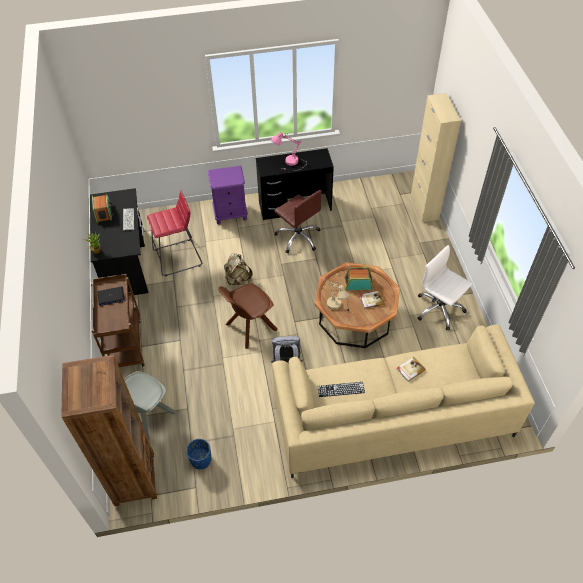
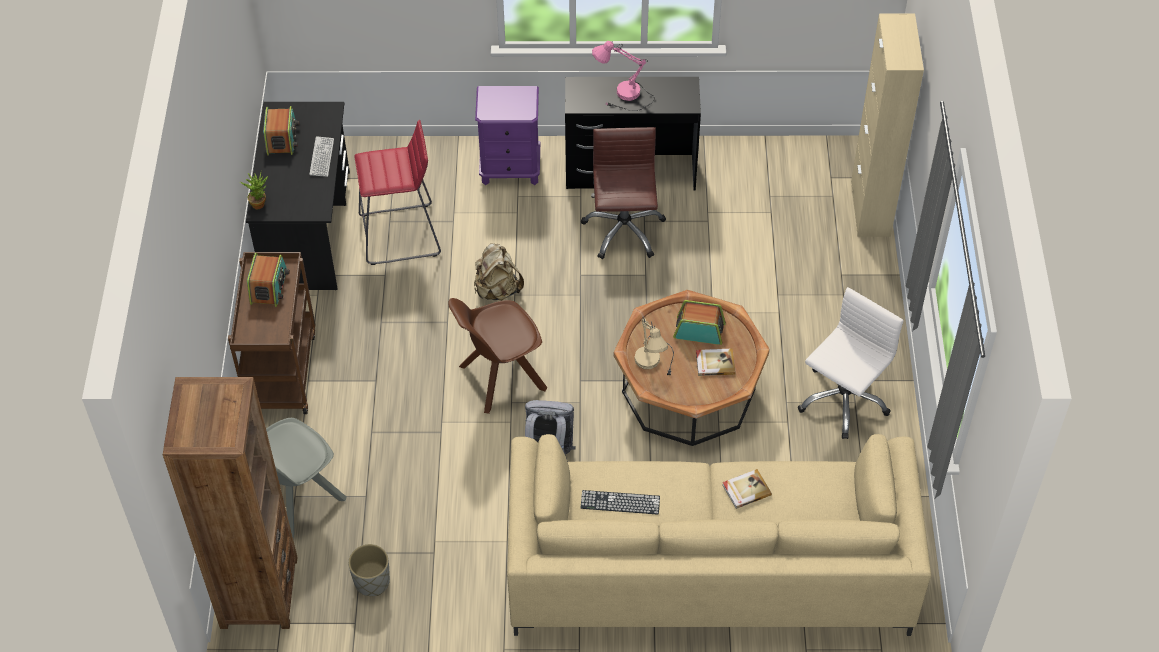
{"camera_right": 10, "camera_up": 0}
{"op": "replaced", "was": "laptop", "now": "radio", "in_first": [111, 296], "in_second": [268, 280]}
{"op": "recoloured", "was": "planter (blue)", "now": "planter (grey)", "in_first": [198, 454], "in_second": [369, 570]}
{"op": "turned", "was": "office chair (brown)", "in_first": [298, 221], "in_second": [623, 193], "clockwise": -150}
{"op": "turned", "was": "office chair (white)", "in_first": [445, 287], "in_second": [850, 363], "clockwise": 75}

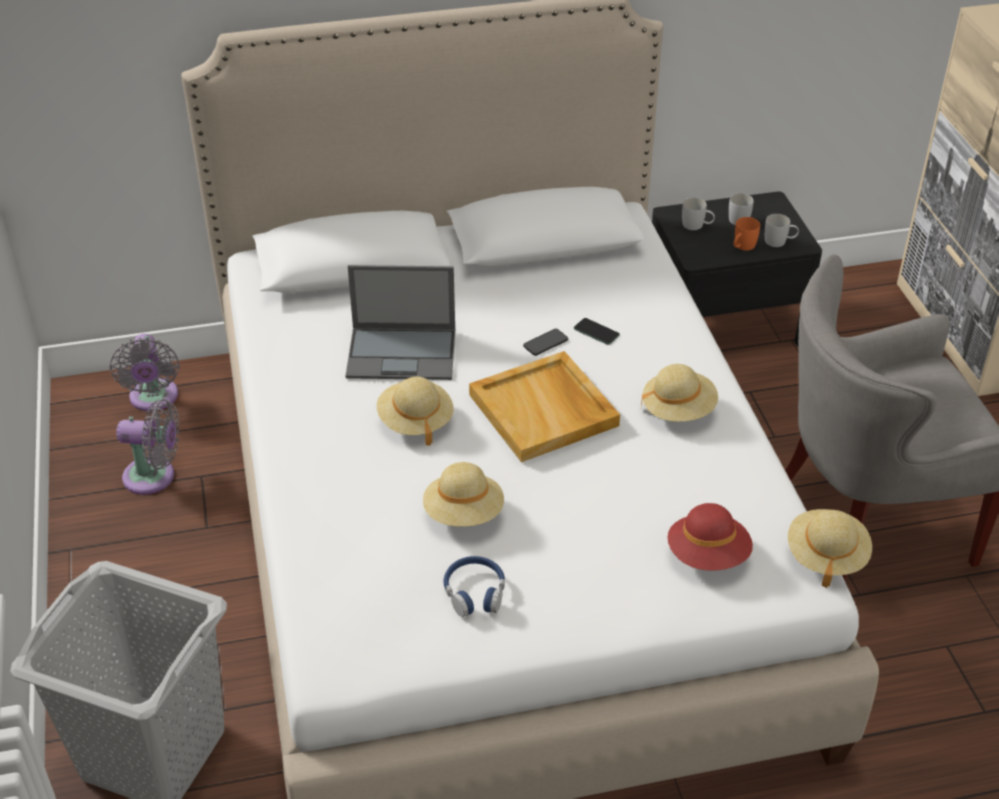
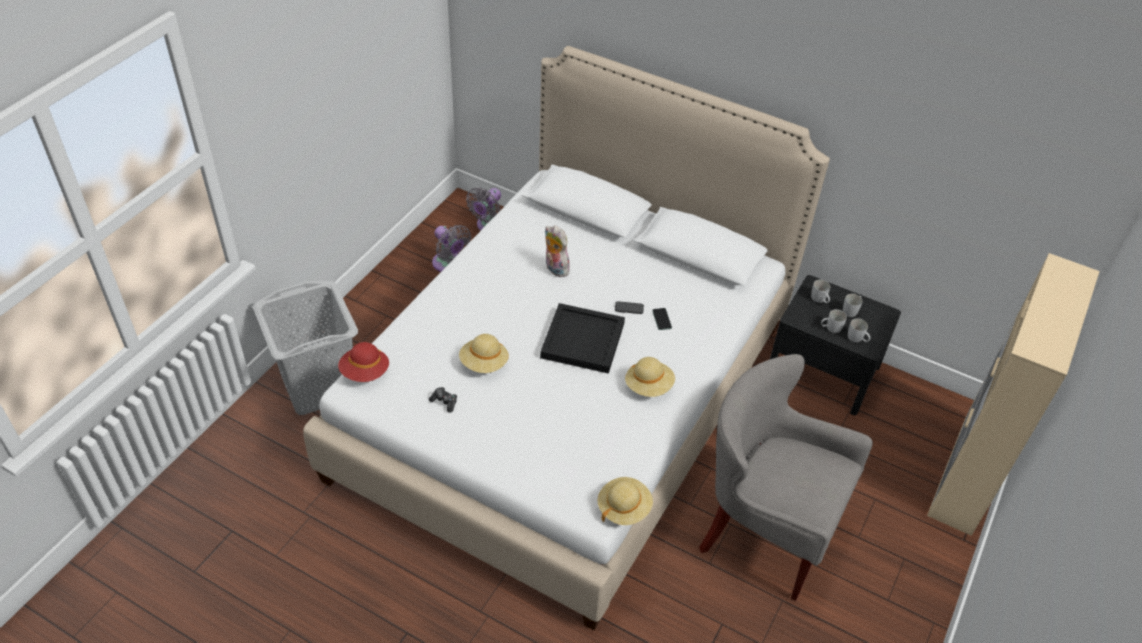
{"camera_right": 40, "camera_up": 5}
{"op": "removed", "was": "hat (beige)", "in_first": [415, 411]}
{"op": "moved", "was": "hat (red)", "in_first": [710, 536], "in_second": [363, 362]}
{"op": "replaced", "was": "laptop", "now": "plush toy", "in_first": [400, 322], "in_second": [557, 251]}
{"op": "replaced", "was": "headphones (blue)", "now": "game controller", "in_first": [474, 586], "in_second": [443, 400]}
{"op": "recoloured", "was": "tray (beige)", "now": "tray (black)", "in_first": [544, 406], "in_second": [582, 338]}
{"op": "recoloured", "was": "mug (orange)", "now": "mug (white)", "in_first": [747, 233], "in_second": [834, 321]}

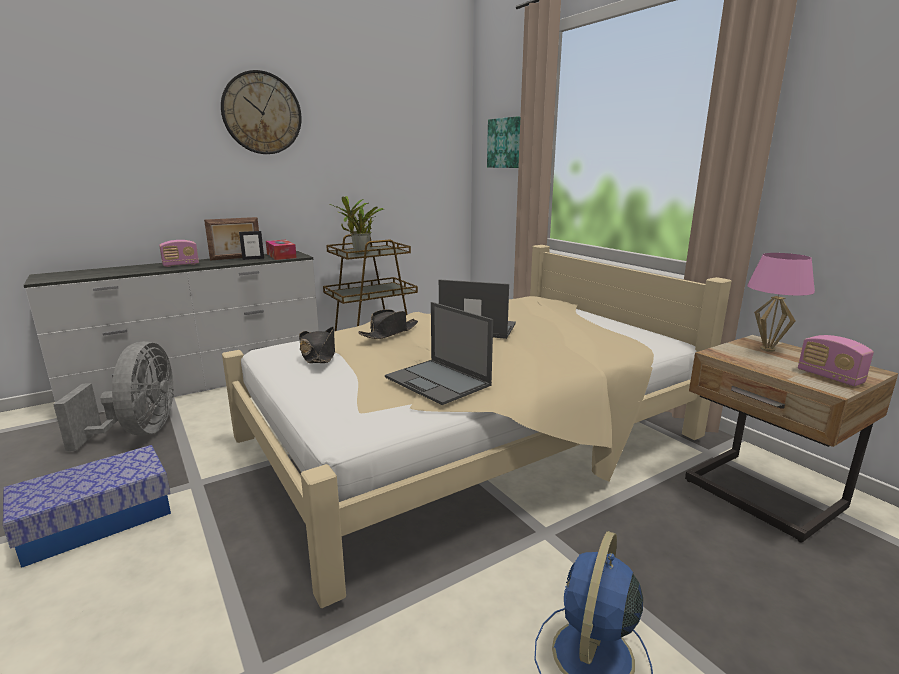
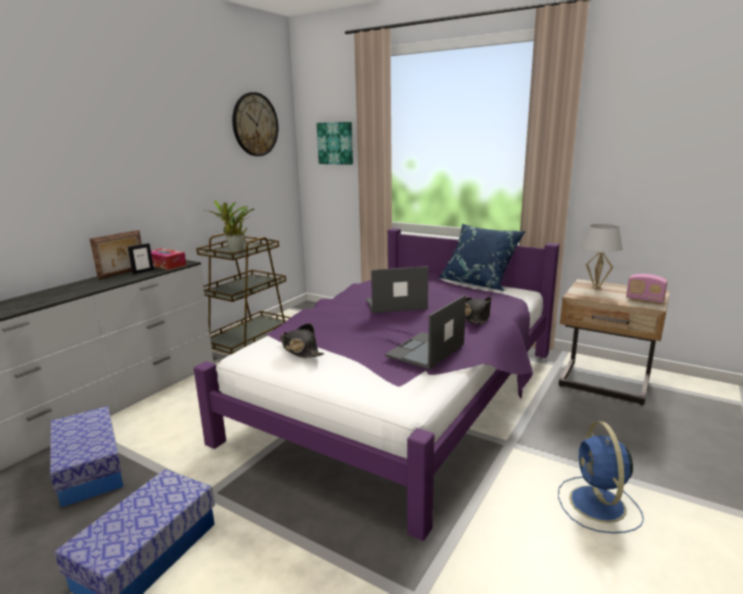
{"camera_right": -25, "camera_up": 0}
{"op": "removed", "was": "radio", "in_first": [179, 253]}
{"op": "added", "now": "pillow (blue)", "in_second": [481, 257]}
{"op": "moved", "was": "wall clock", "in_first": [261, 112], "in_second": [255, 124]}
{"op": "moved", "was": "hat (black)", "in_first": [388, 324], "in_second": [478, 310]}
{"op": "replaced", "was": "fan (grey)", "now": "storage box", "in_first": [113, 396], "in_second": [86, 456]}
{"op": "recoloured", "was": "bed (beige)", "now": "bed (purple)", "in_first": [476, 426], "in_second": [376, 384]}
{"op": "recoloured", "was": "table lamp (pink)", "now": "table lamp (white)", "in_first": [781, 302], "in_second": [602, 256]}
{"op": "turned", "was": "laptop", "in_first": [439, 353], "in_second": [425, 332], "clockwise": 105}

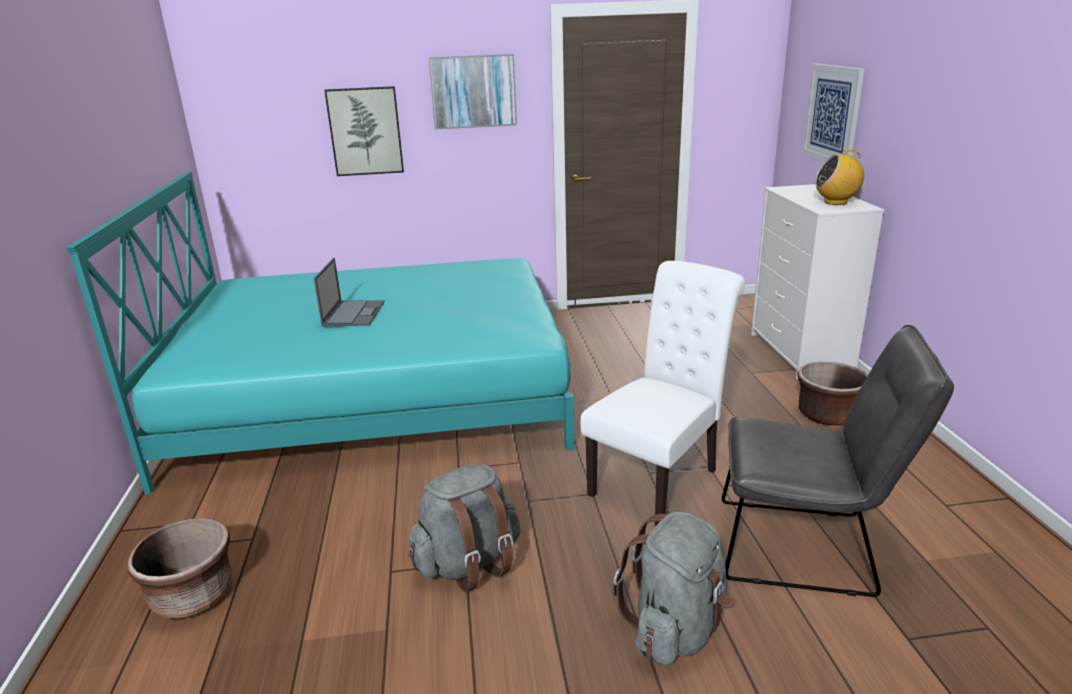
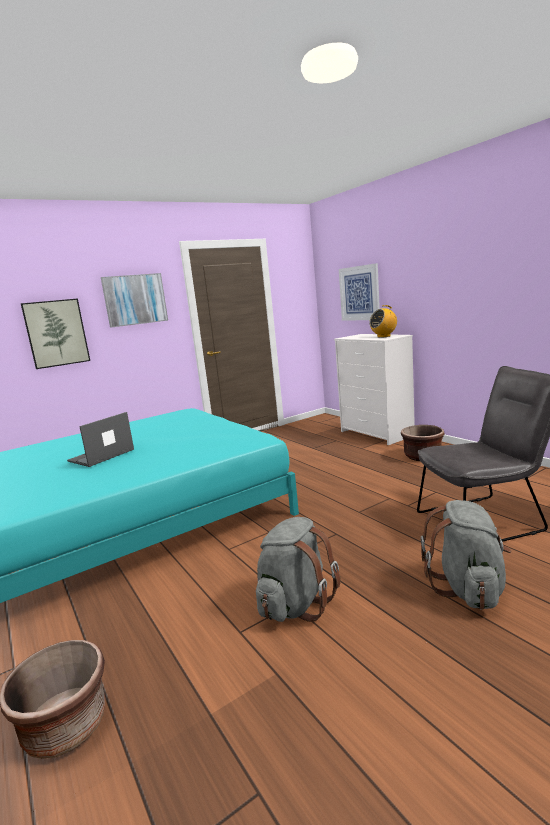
{"camera_right": -25, "camera_up": -10}
{"op": "removed", "was": "chair (white)", "in_first": [662, 393]}
{"op": "turned", "was": "laptop", "in_first": [349, 292], "in_second": [100, 439], "clockwise": -120}

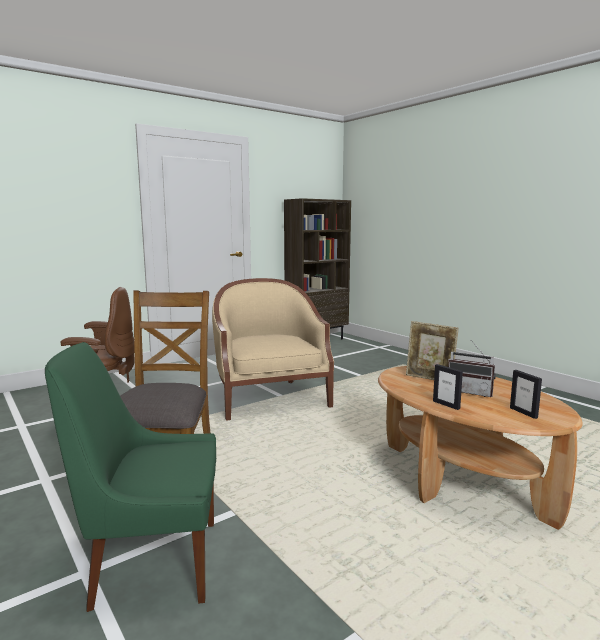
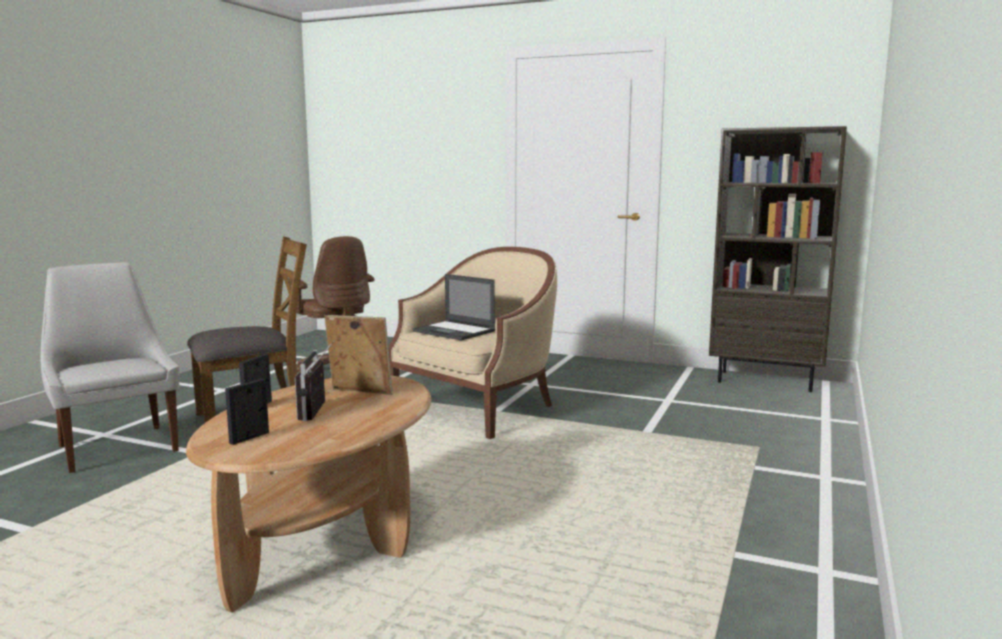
{"camera_right": 60, "camera_up": 0}
{"op": "added", "now": "laptop", "in_second": [454, 307]}
{"op": "recoloured", "was": "chair (green)", "now": "chair (white)", "in_first": [130, 477], "in_second": [110, 368]}
{"op": "turned", "was": "picture frame", "in_first": [432, 350], "in_second": [358, 355], "clockwise": 105}

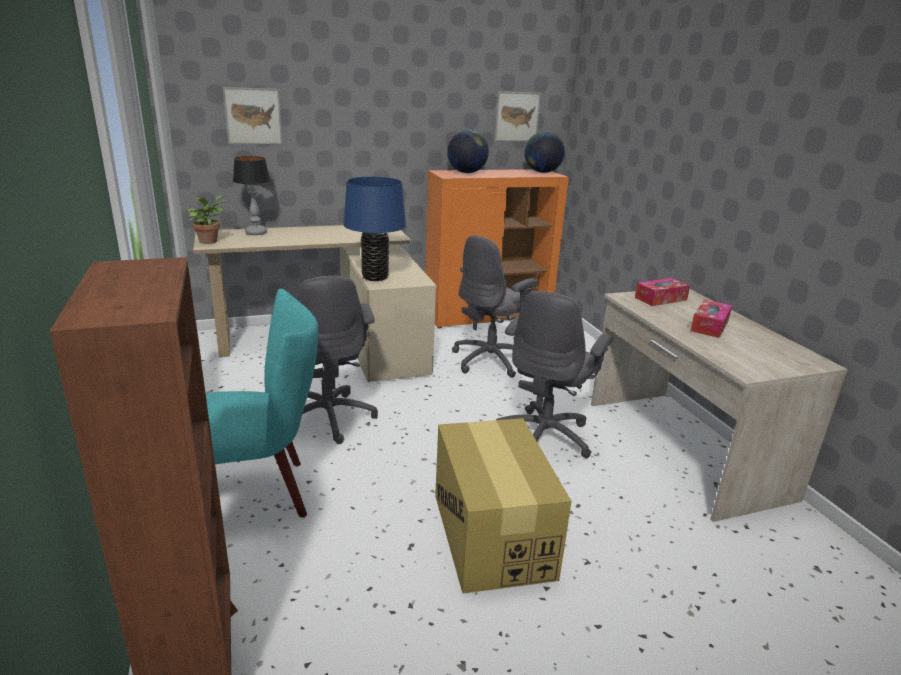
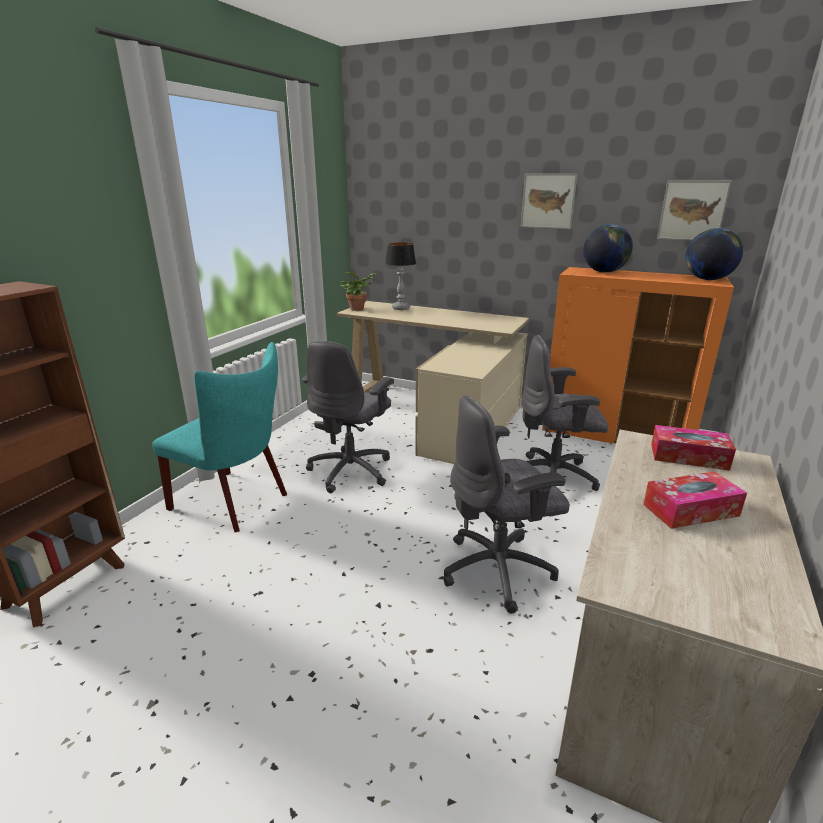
{"camera_right": 45, "camera_up": 0}
{"op": "removed", "was": "table lamp (blue)", "in_first": [374, 229]}
{"op": "removed", "was": "cardboard box", "in_first": [503, 505]}
{"op": "moved", "was": "picture", "in_first": [252, 115], "in_second": [549, 201]}

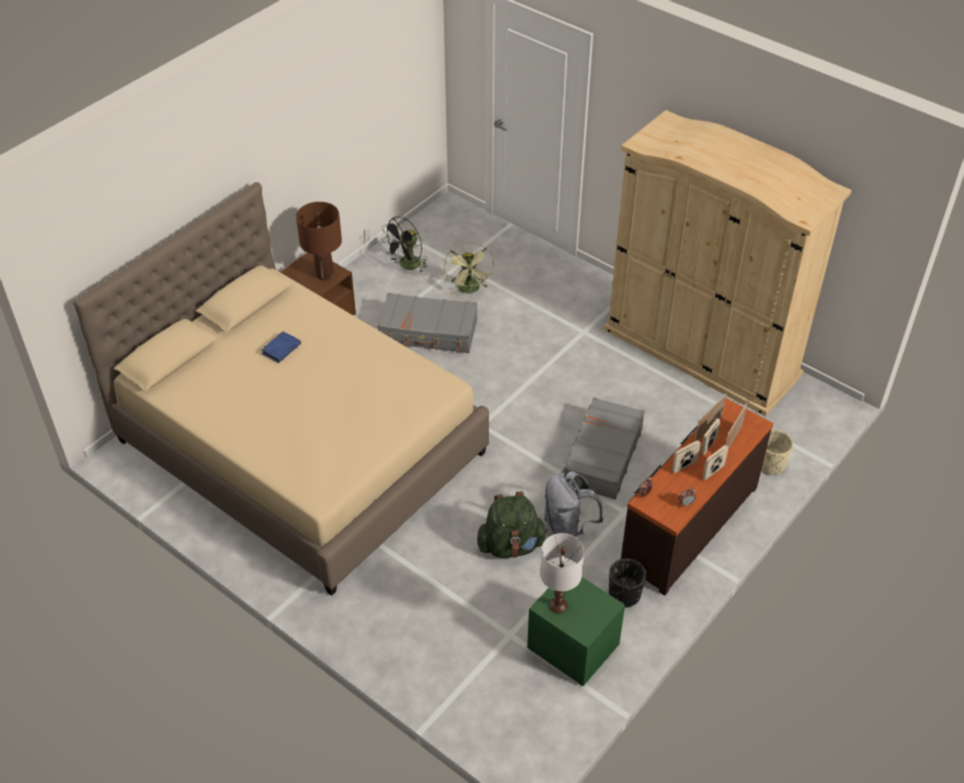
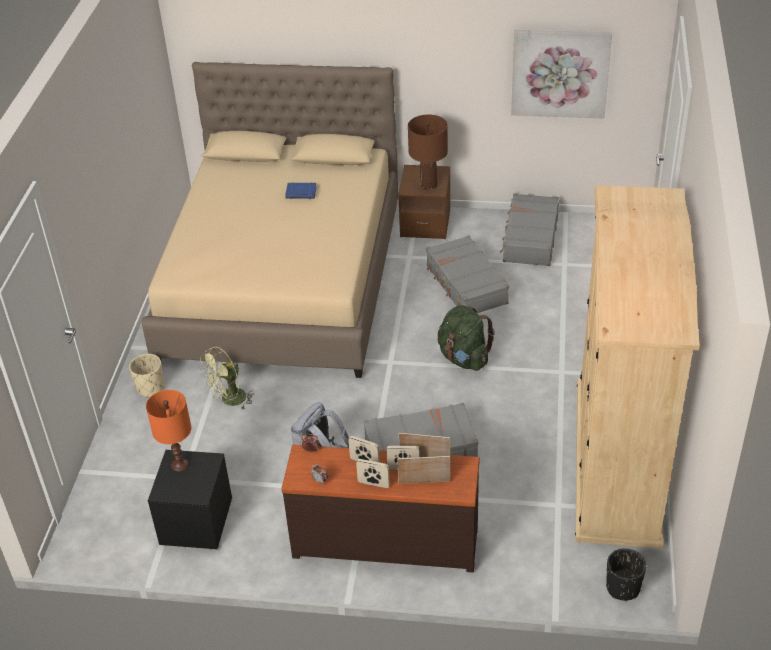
{"camera_right": 60, "camera_up": -5}
{"op": "added", "now": "picture", "in_second": [561, 74]}
{"op": "moved", "was": "fan (green)", "in_first": [469, 268], "in_second": [227, 377]}
{"op": "moved", "was": "backpack (green)", "in_first": [512, 524], "in_second": [466, 338]}
{"op": "moved", "was": "planter (black)", "in_first": [627, 583], "in_second": [626, 574]}
{"op": "moved", "was": "planter (beige)", "in_first": [777, 452], "in_second": [146, 376]}
{"op": "replaced", "was": "fan (black)", "now": "suitcase (grey)", "in_first": [404, 245], "in_second": [529, 229]}
{"op": "recoloured", "was": "nightstand (green)", "now": "nightstand (black)", "in_first": [576, 631], "in_second": [190, 499]}
{"op": "recoloured", "was": "table lamp (white)", "now": "table lamp (orange)", "in_first": [562, 573], "in_second": [168, 431]}

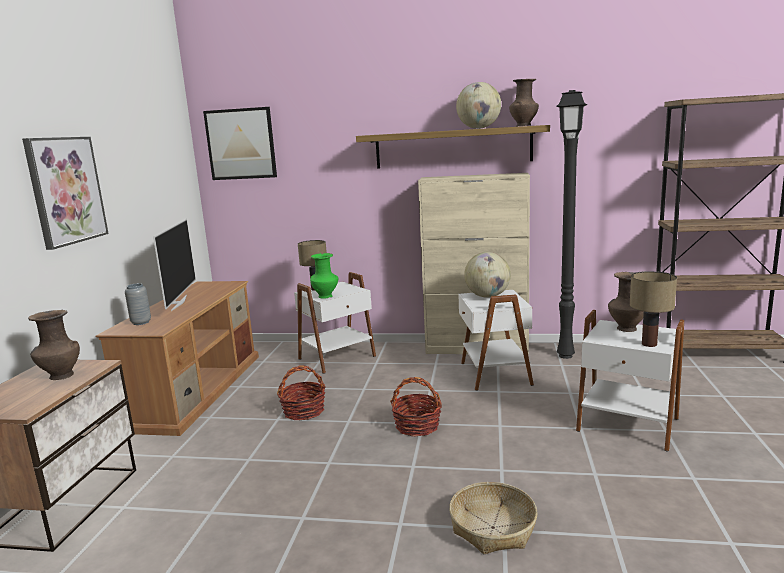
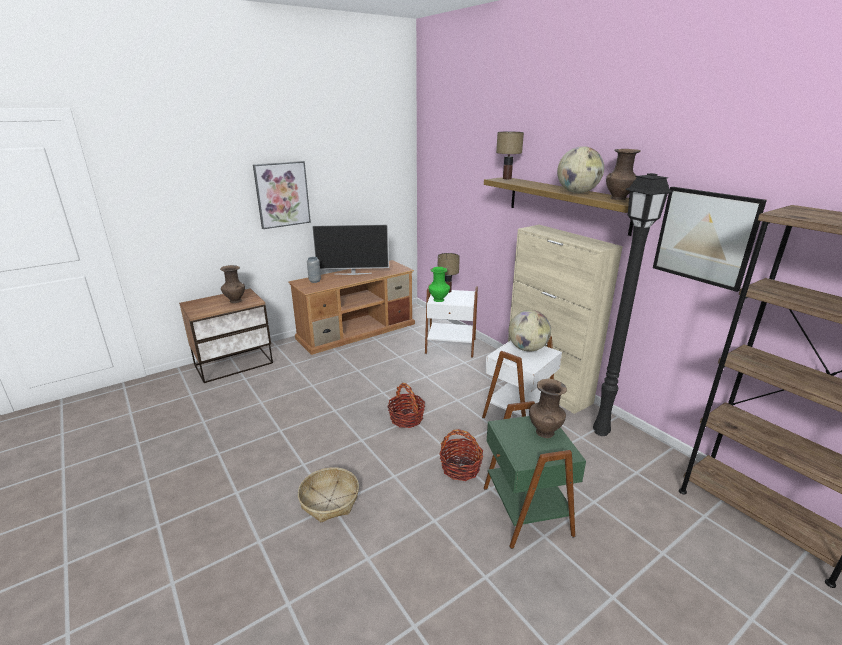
{"camera_right": 45, "camera_up": 10}
{"op": "moved", "was": "picture", "in_first": [240, 143], "in_second": [710, 239]}
{"op": "moved", "was": "basket", "in_first": [301, 392], "in_second": [461, 455]}
{"op": "moved", "was": "table lamp", "in_first": [653, 309], "in_second": [510, 155]}
{"op": "recoloured", "was": "side table (white)", "now": "side table (green)", "in_first": [630, 381], "in_second": [535, 475]}
{"op": "turned", "was": "television", "in_first": [174, 265], "in_second": [350, 249], "clockwise": 45}

